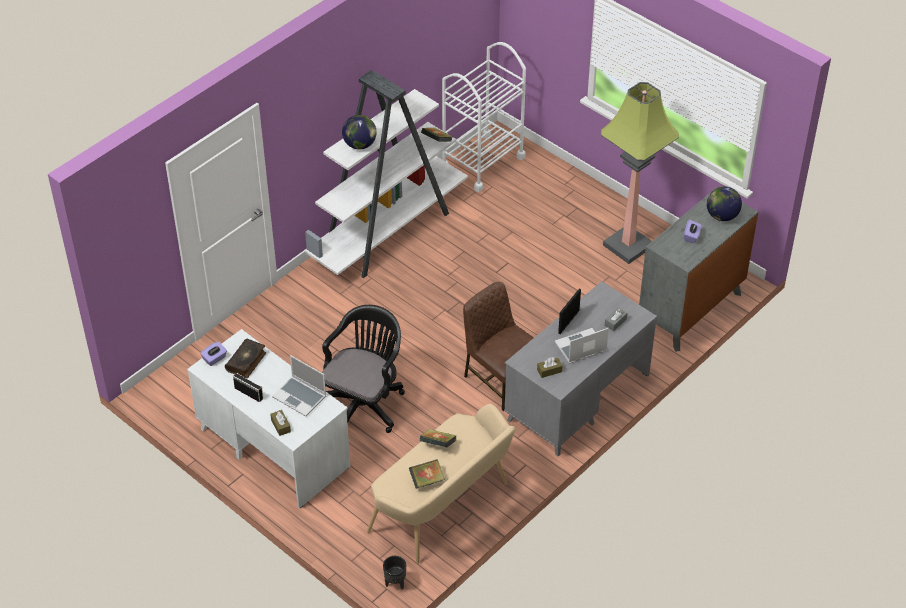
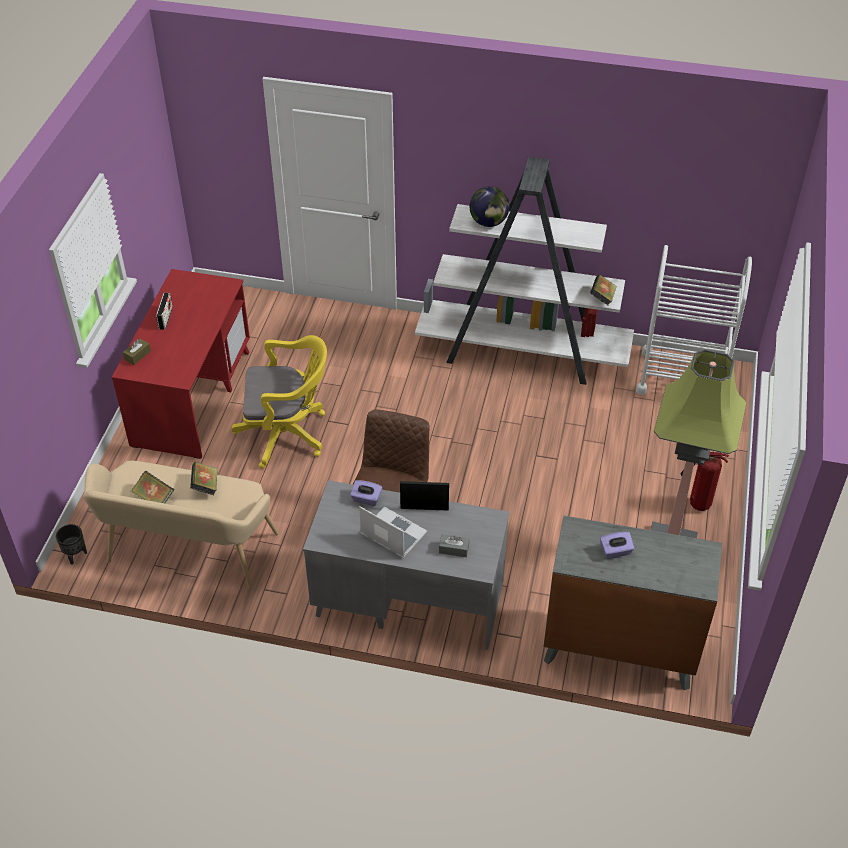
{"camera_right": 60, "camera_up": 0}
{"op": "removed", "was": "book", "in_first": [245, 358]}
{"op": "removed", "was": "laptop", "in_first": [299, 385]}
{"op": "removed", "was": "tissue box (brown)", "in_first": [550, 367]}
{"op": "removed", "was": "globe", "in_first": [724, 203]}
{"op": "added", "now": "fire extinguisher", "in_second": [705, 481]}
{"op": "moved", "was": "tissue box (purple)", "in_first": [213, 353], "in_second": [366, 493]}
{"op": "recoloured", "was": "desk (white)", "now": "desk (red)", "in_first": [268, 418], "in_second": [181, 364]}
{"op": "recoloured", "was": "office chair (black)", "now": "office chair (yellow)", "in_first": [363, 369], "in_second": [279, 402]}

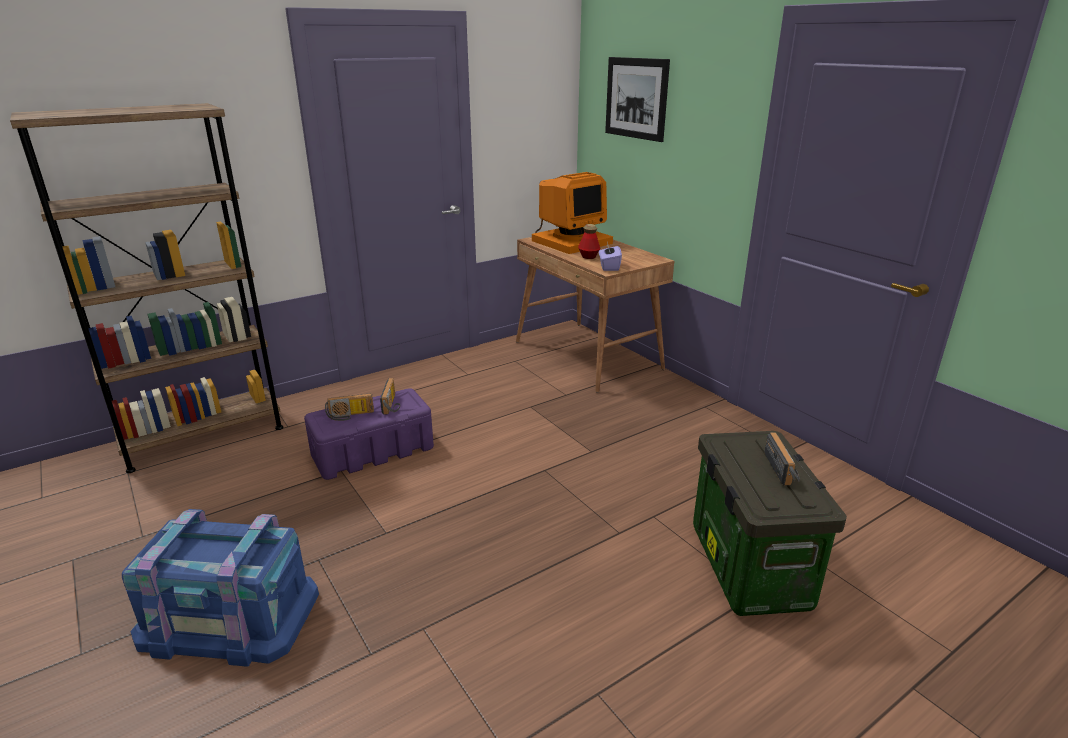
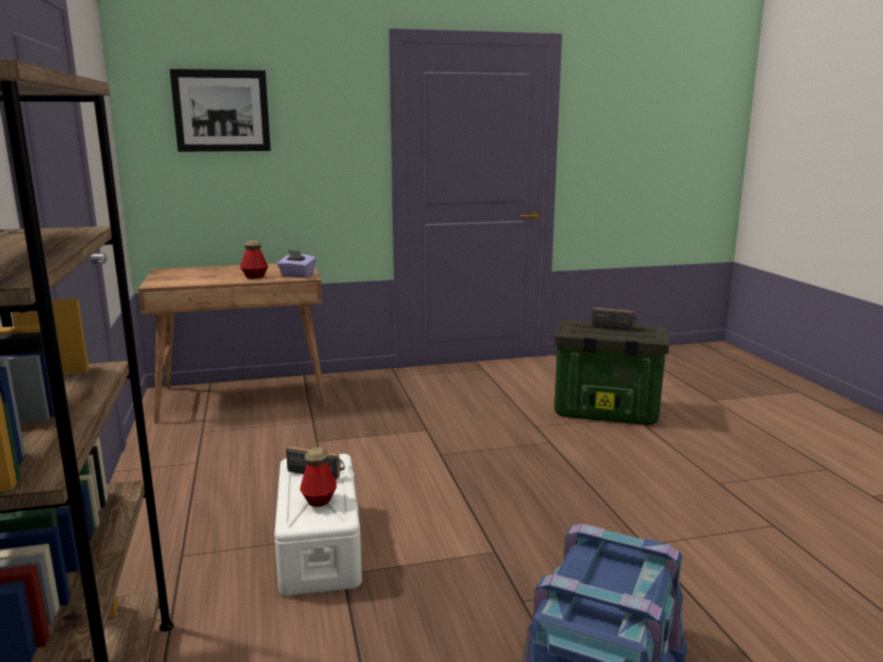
{"camera_right": -70, "camera_up": -10}
{"op": "removed", "was": "monitor", "in_first": [572, 213]}
{"op": "replaced", "was": "radio", "now": "bottle", "in_first": [349, 407], "in_second": [318, 477]}
{"op": "recoloured", "was": "storage box (purple)", "now": "storage box (white)", "in_first": [369, 434], "in_second": [318, 525]}

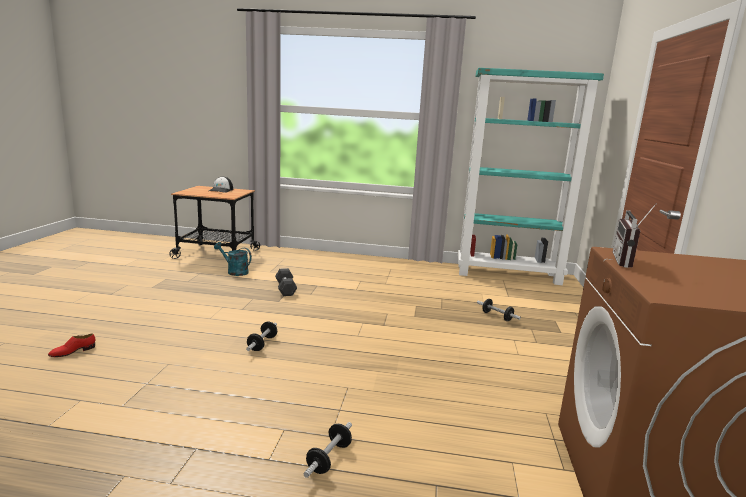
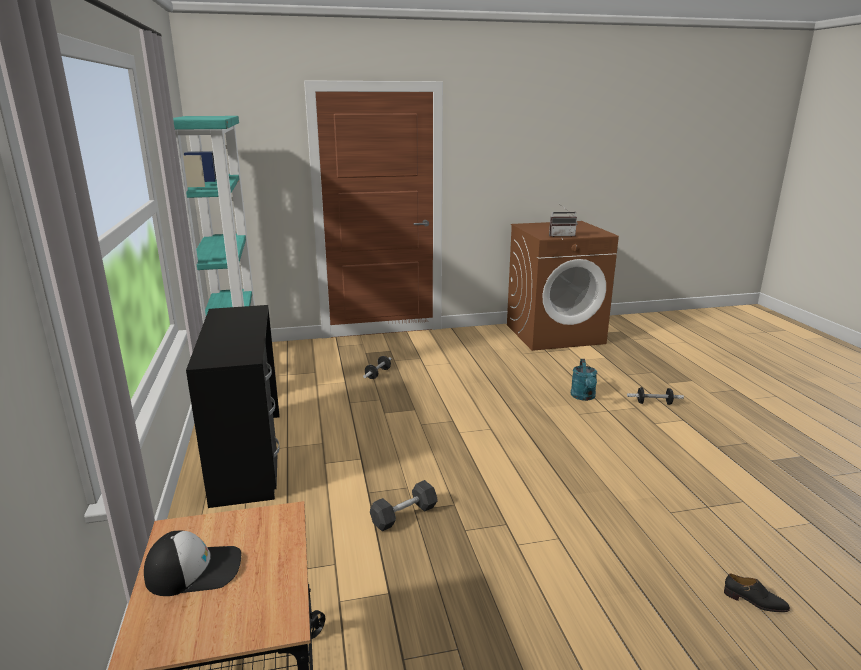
{"camera_right": -110, "camera_up": 5}
{"op": "removed", "was": "dumbbell", "in_first": [261, 336]}
{"op": "added", "now": "desk (black)", "in_second": [233, 406]}
{"op": "moved", "was": "watering can (turquoise)", "in_first": [233, 259], "in_second": [584, 380]}
{"op": "recoloured", "was": "shoe (red)", "now": "shoe (black)", "in_first": [71, 345], "in_second": [757, 593]}

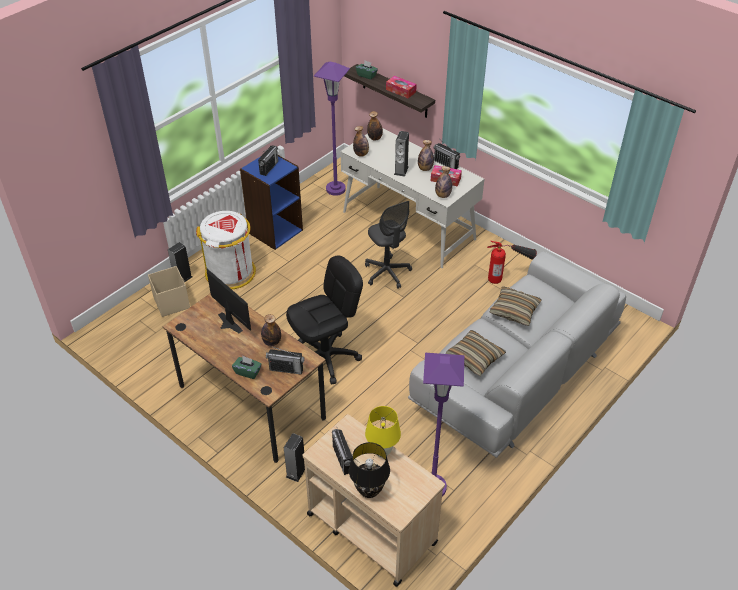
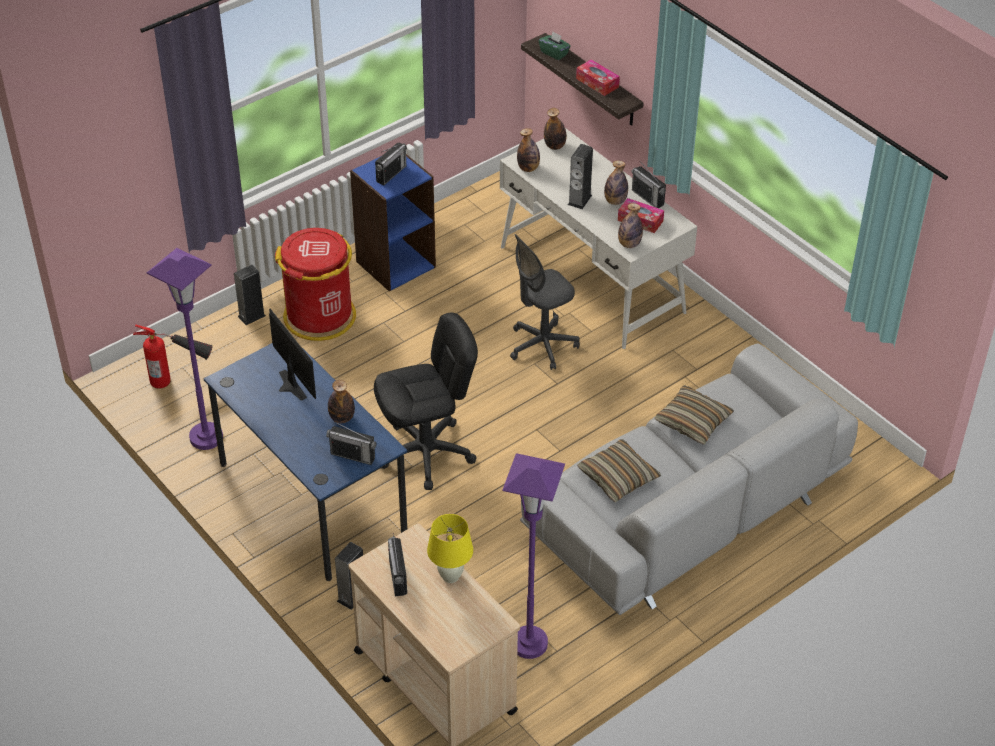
{"camera_right": 10, "camera_up": 0}
{"op": "removed", "was": "storage box (beige)", "in_first": [169, 291]}
{"op": "removed", "was": "tissue box (green)", "in_first": [247, 367]}
{"op": "removed", "was": "table lamp (black)", "in_first": [369, 470]}
{"op": "moved", "was": "floor lamp (purple)", "in_first": [332, 129], "in_second": [185, 349]}
{"op": "moved", "was": "fire extinguisher", "in_first": [512, 262], "in_second": [172, 357]}
{"op": "recoloured", "was": "desk (brown)", "now": "desk (blue)", "in_first": [244, 378], "in_second": [305, 462]}
{"op": "recoloured", "was": "trash can (white)", "now": "trash can (red)", "in_first": [226, 250], "in_second": [315, 284]}
{"op": "turned", "was": "office chair (grey)", "in_first": [388, 245], "in_second": [545, 302], "clockwise": 75}

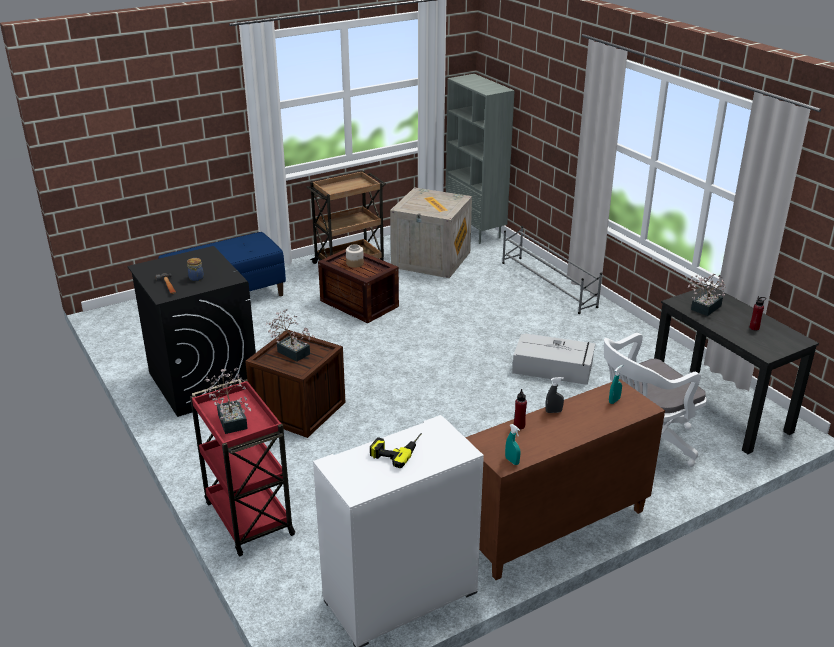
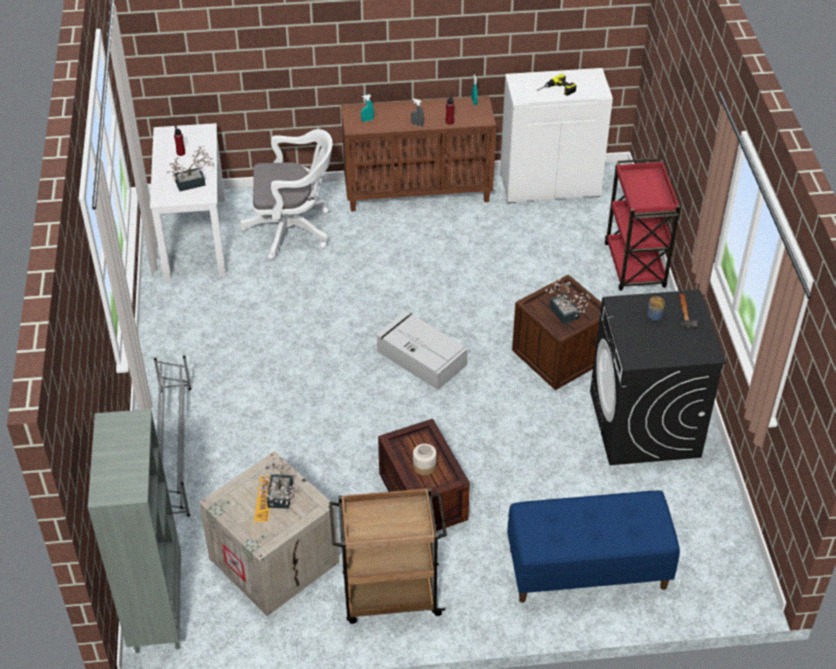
{"camera_right": -155, "camera_up": 15}
{"op": "moved", "was": "potted plant", "in_first": [227, 401], "in_second": [278, 483]}
{"op": "moved", "was": "storage box (grey)", "in_first": [553, 359], "in_second": [422, 350]}
{"op": "recoloured", "was": "desk (black)", "now": "desk (white)", "in_first": [736, 369], "in_second": [188, 202]}

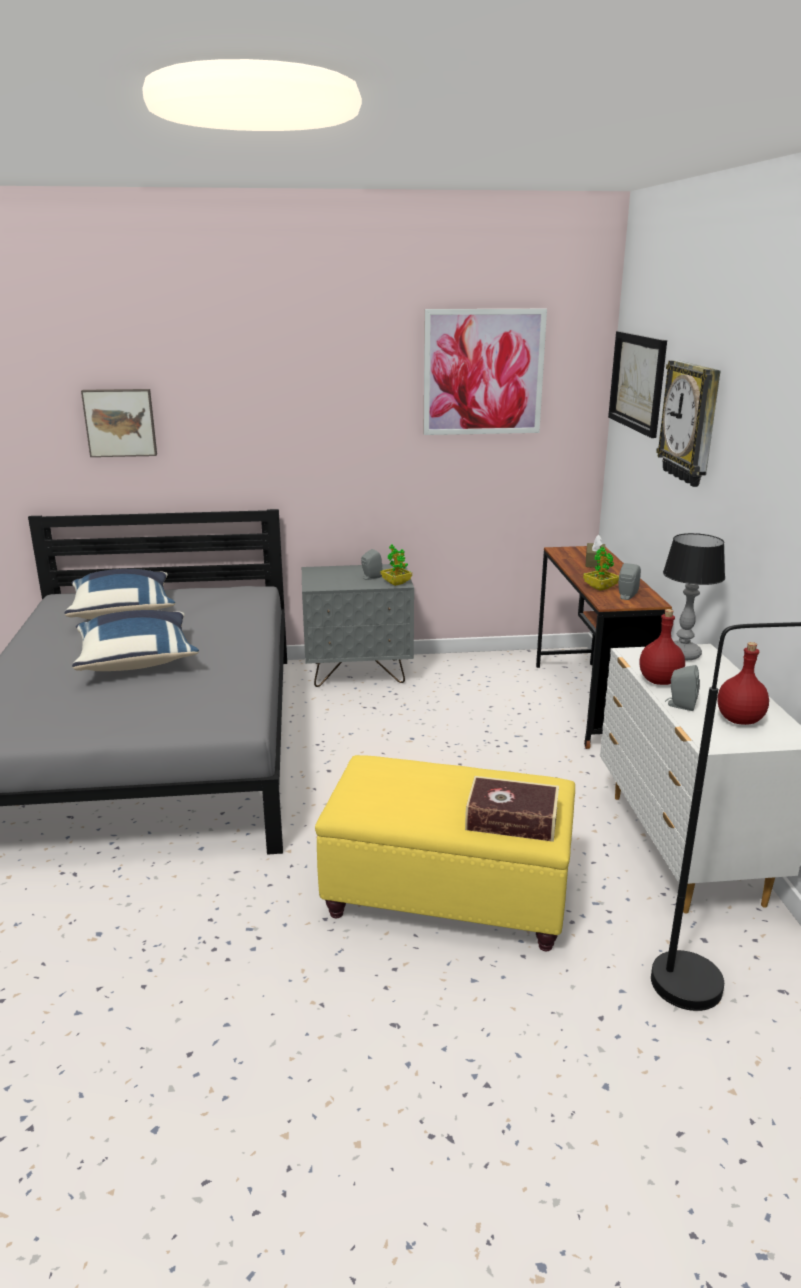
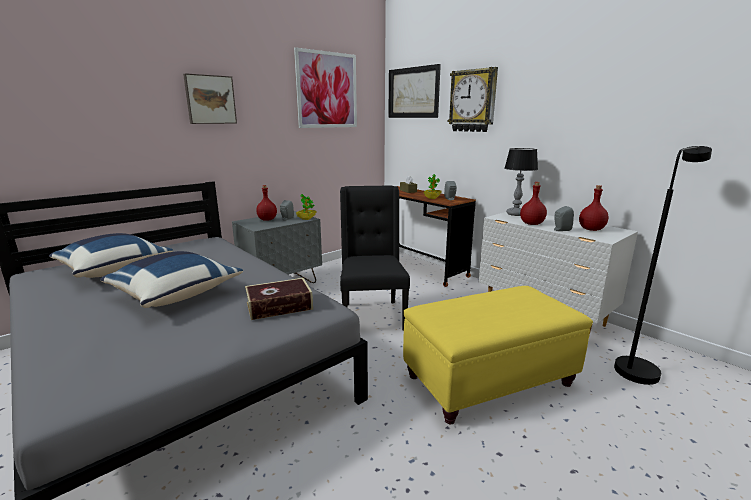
{"camera_right": -35, "camera_up": -5}
{"op": "added", "now": "bottle (red)", "in_second": [266, 203]}
{"op": "added", "now": "chair (black)", "in_second": [375, 258]}
{"op": "moved", "was": "picture", "in_first": [119, 423], "in_second": [210, 98]}
{"op": "moved", "was": "book", "in_first": [512, 809], "in_second": [279, 299]}

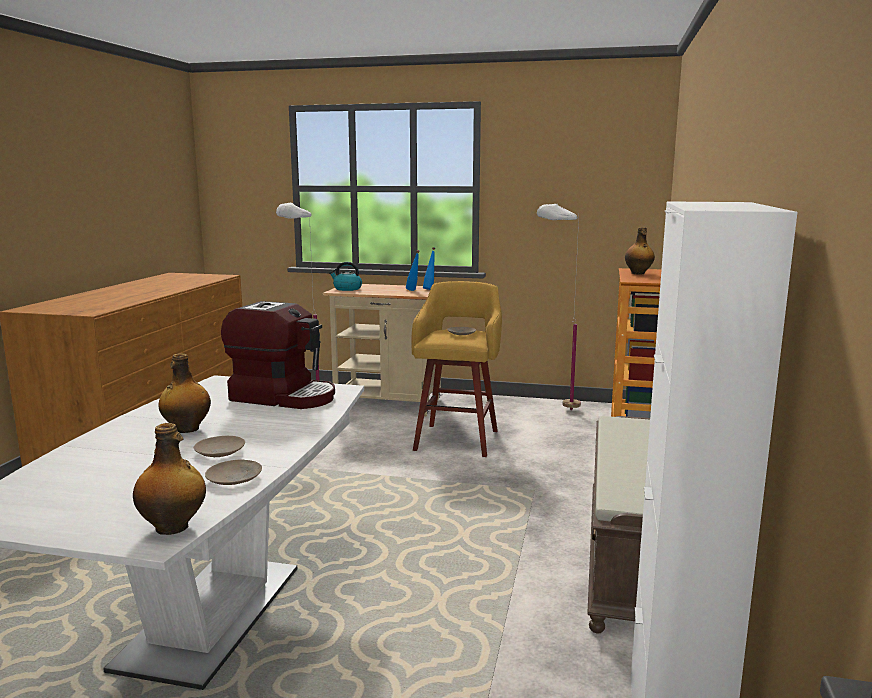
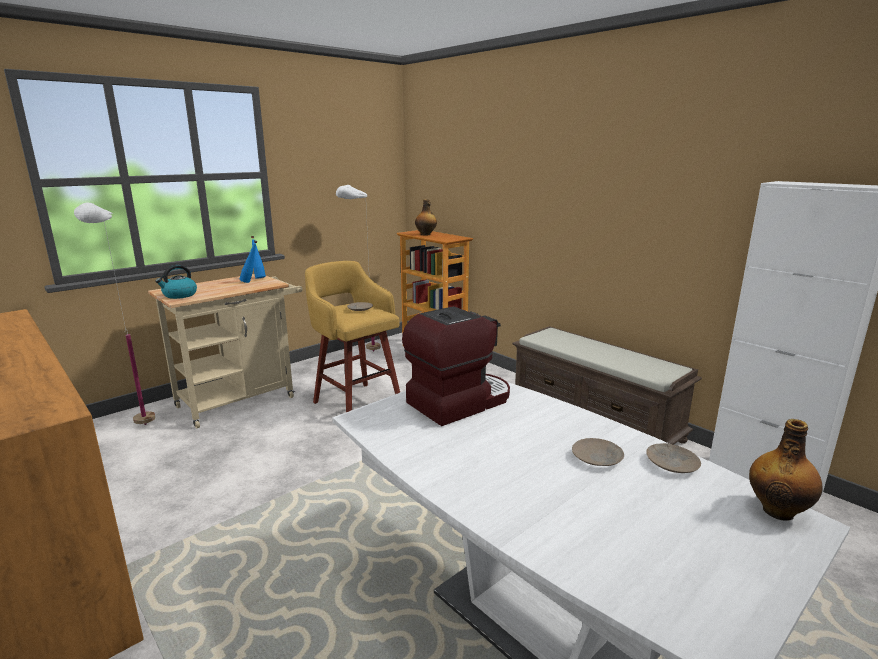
{"camera_right": -55, "camera_up": 5}
{"op": "removed", "was": "bottle", "in_first": [184, 393]}

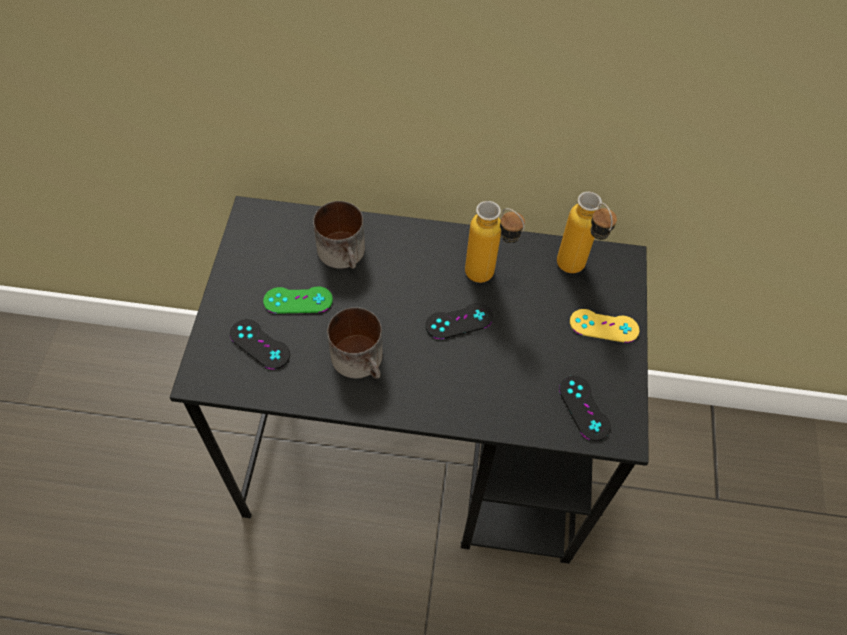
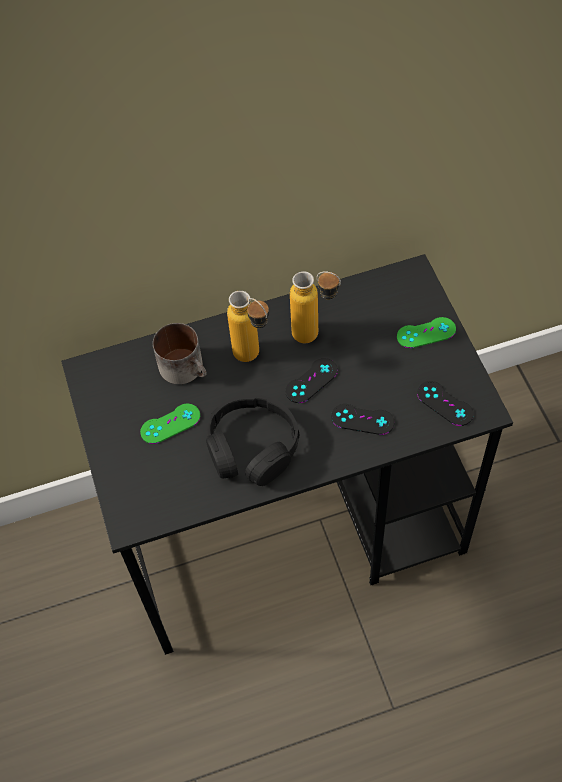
{"camera_right": -20, "camera_up": 0}
{"op": "moved", "was": "game controller (black)", "in_first": [260, 344], "in_second": [363, 419]}
{"op": "moved", "was": "bottle", "in_first": [587, 232], "in_second": [248, 326]}
{"op": "replaced", "was": "mug", "now": "headphones (black)", "in_first": [355, 343], "in_second": [252, 440]}
{"op": "recoloured", "was": "game controller (yellow)", "now": "game controller (green)", "in_first": [604, 326], "in_second": [426, 332]}

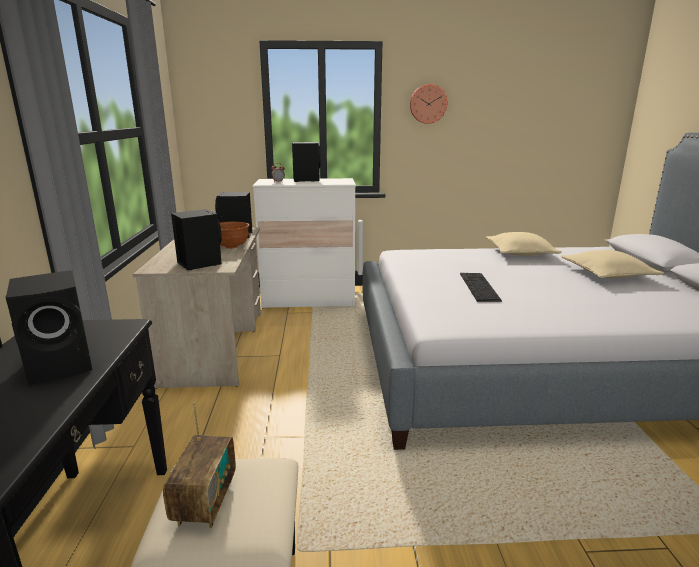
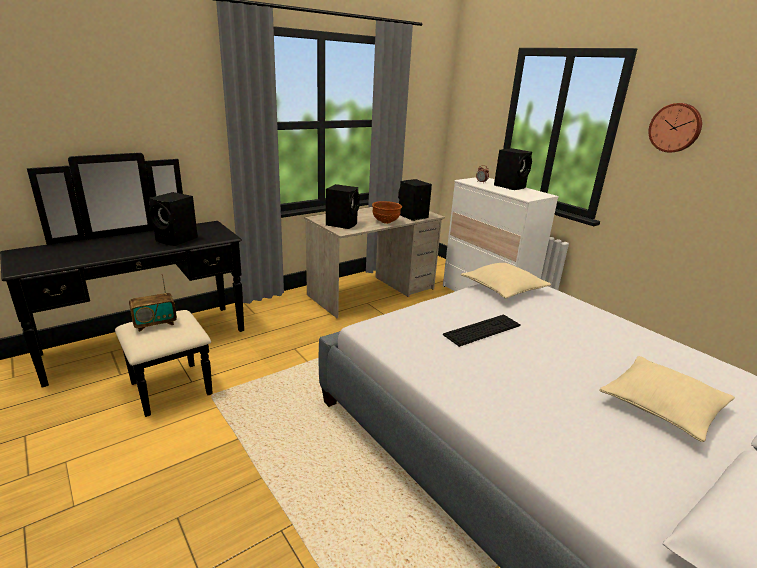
{"camera_right": 55, "camera_up": 5}
{"op": "moved", "was": "pillow (beige)", "in_first": [524, 244], "in_second": [506, 281]}

